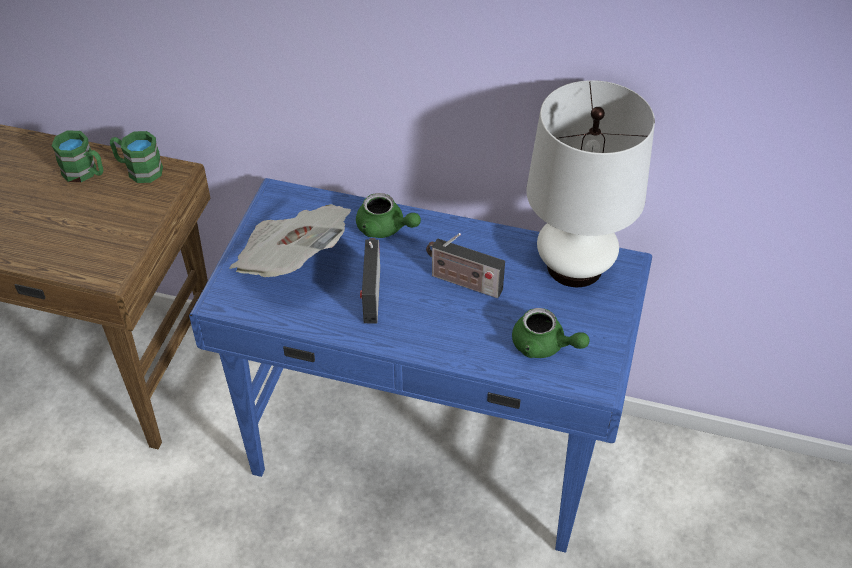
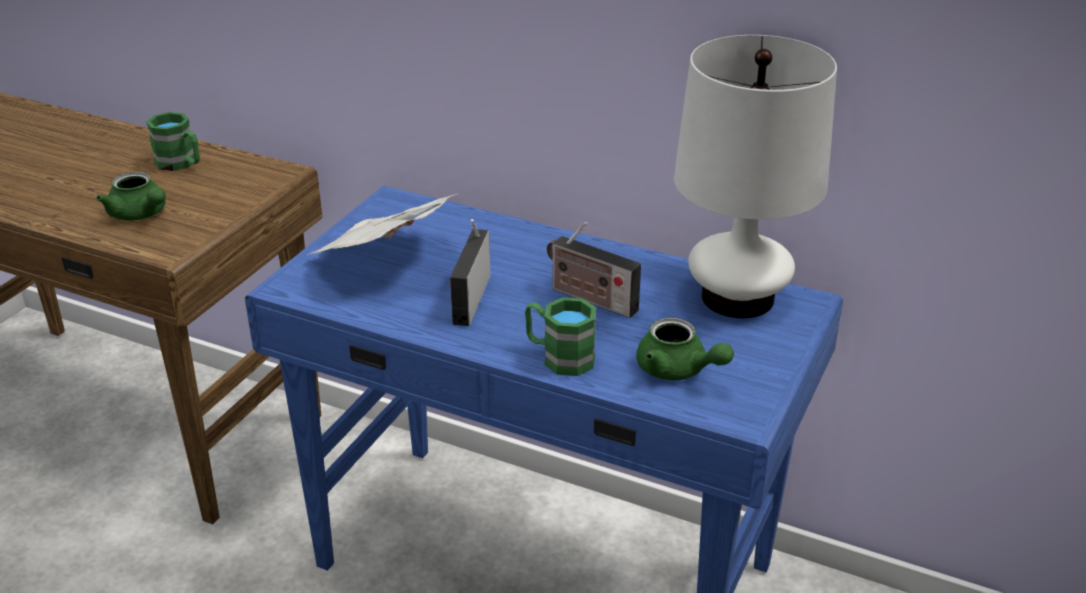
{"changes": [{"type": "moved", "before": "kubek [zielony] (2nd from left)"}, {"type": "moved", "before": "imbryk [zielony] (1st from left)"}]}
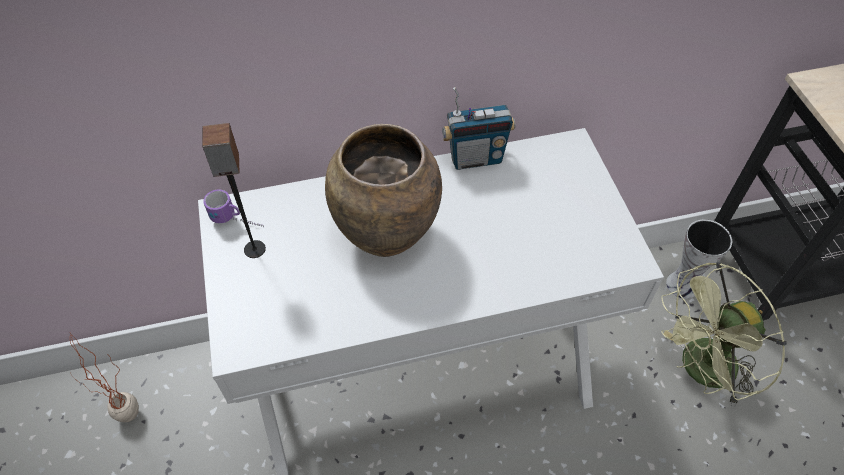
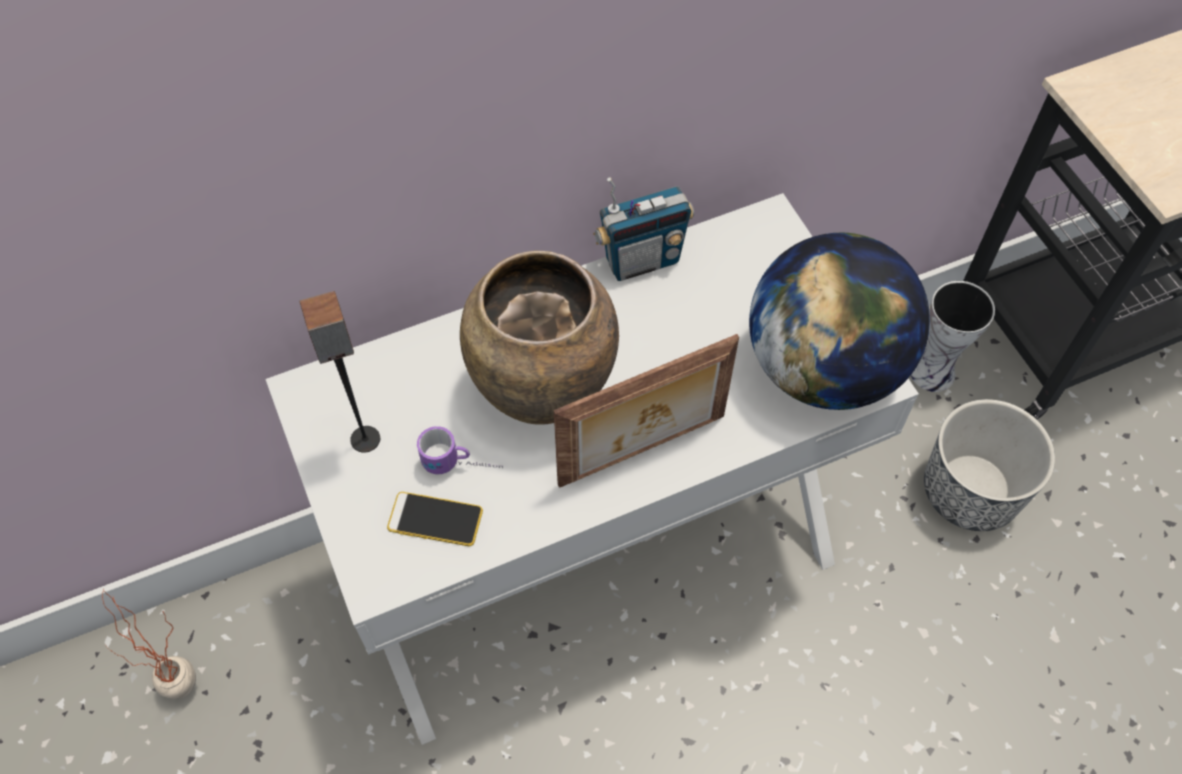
{"changes": [{"type": "moved", "before": "kubek"}, {"type": "replaced", "before": "wentylator [zielony]", "after": "donica"}, {"type": "added", "after": "globus"}, {"type": "added", "after": "ramka na zdjęcie"}, {"type": "added", "after": "telefon"}]}
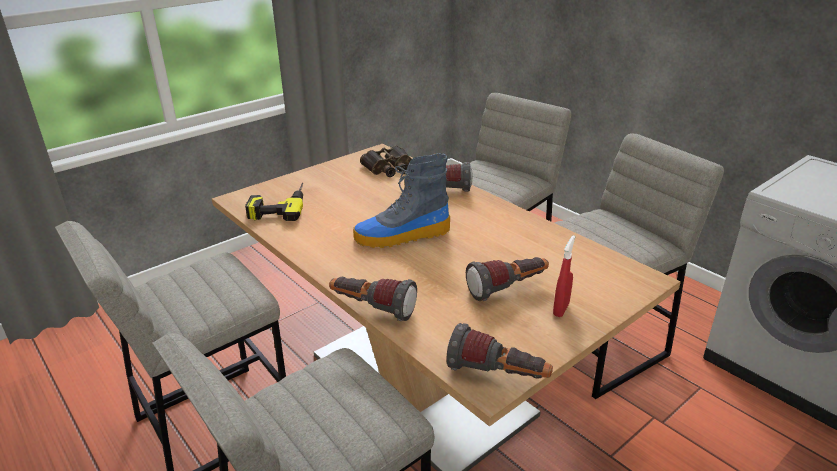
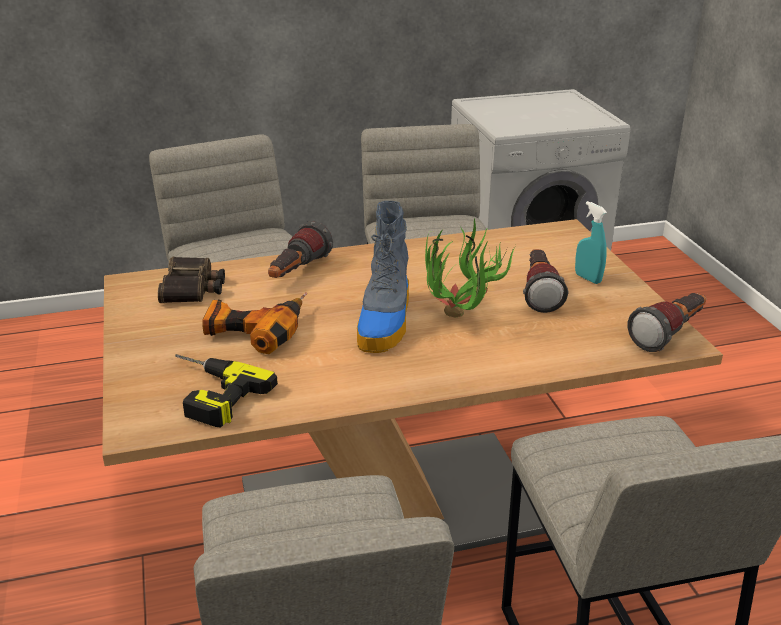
{"changes": [{"type": "recoloured", "before": "spryskiwacz [czerwony]", "after": "spryskiwacz [turkusowy]"}, {"type": "removed", "before": "latarka (1st from left)"}, {"type": "added", "after": "roślina doniczkowa"}, {"type": "added", "after": "wiertarka (2nd from left)"}]}
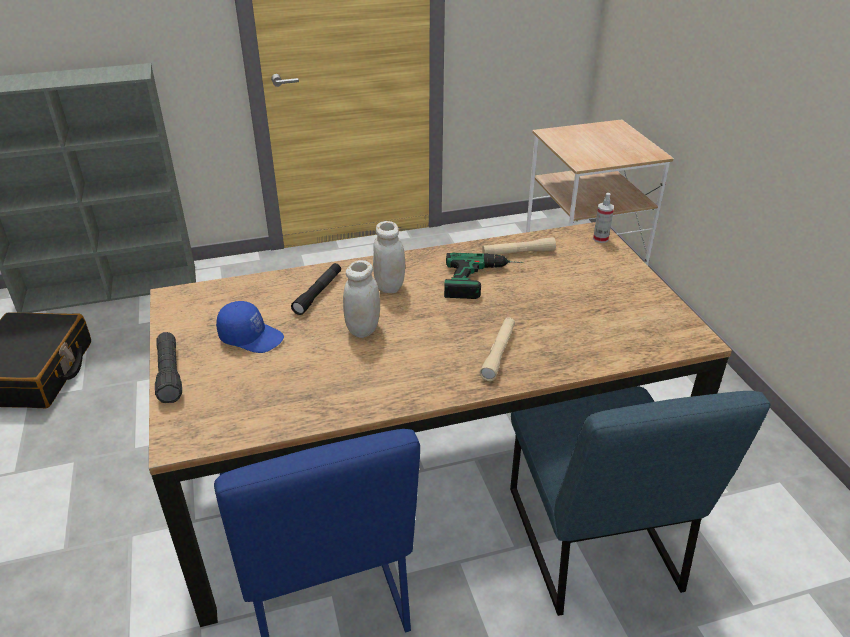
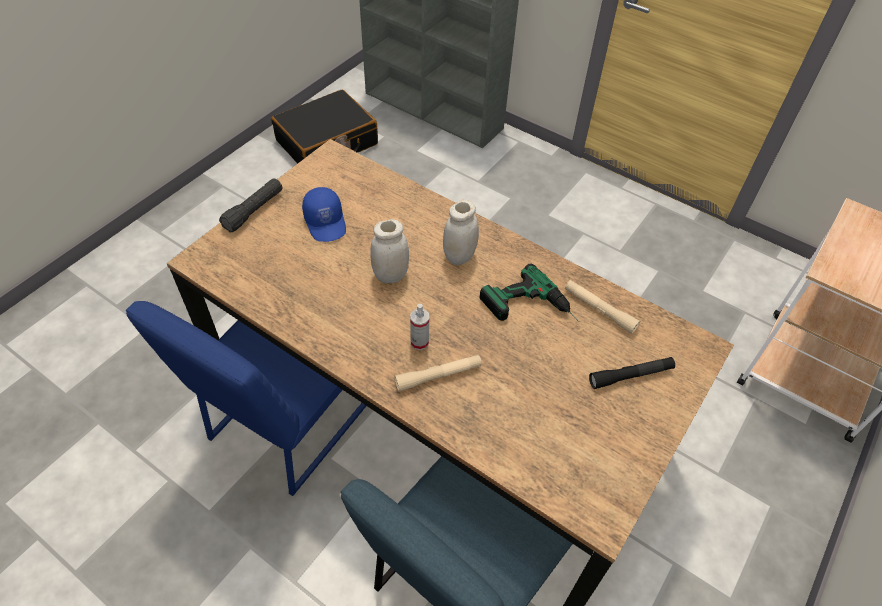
{"changes": [{"type": "moved", "before": "spryskiwacz"}, {"type": "moved", "before": "latarka [czarny] (2nd from left)"}]}
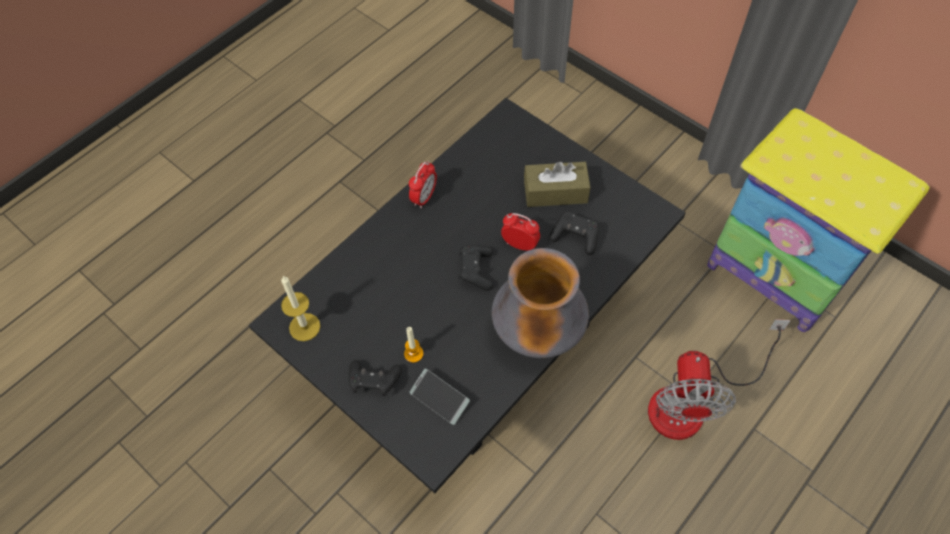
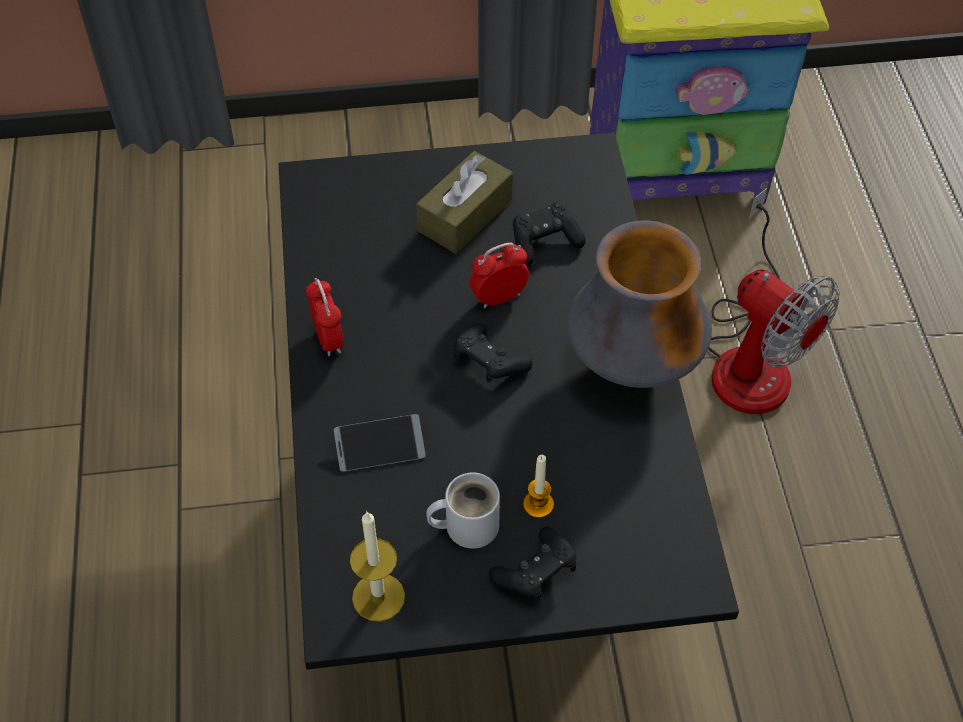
{"changes": [{"type": "moved", "before": "telefon"}, {"type": "added", "after": "kubek [biały]"}]}
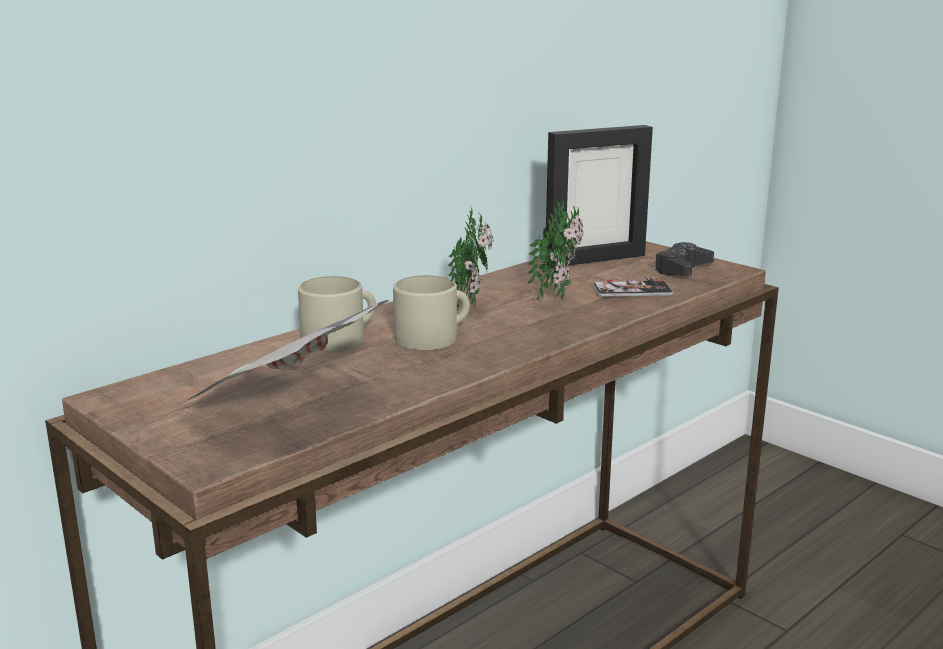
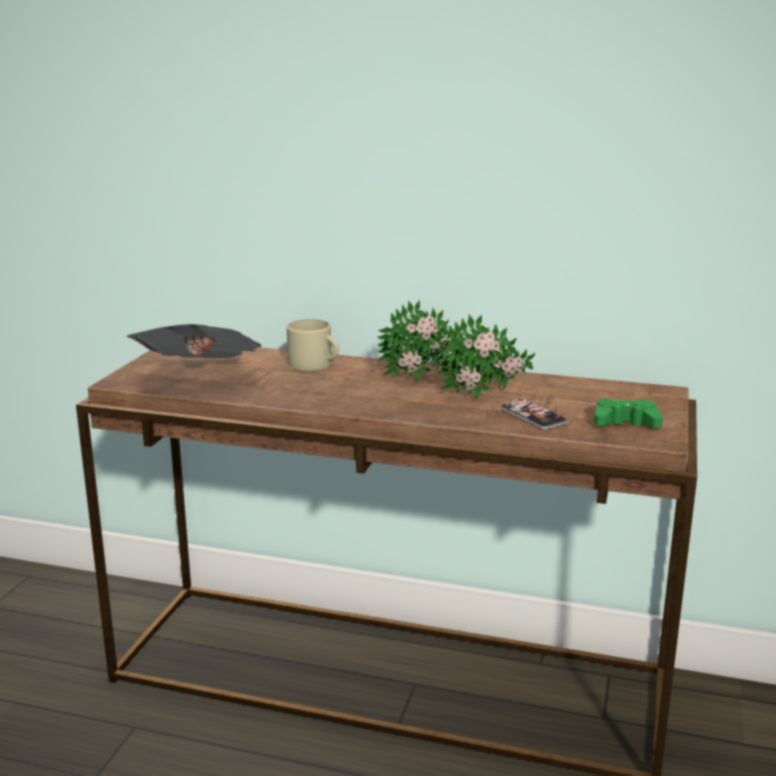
{"changes": [{"type": "removed", "before": "ramka na zdjęcie"}, {"type": "recoloured", "before": "pad do gier [czarny]", "after": "pad do gier [zielony]"}, {"type": "removed", "before": "kubek [beżowy] (2nd from left)"}]}
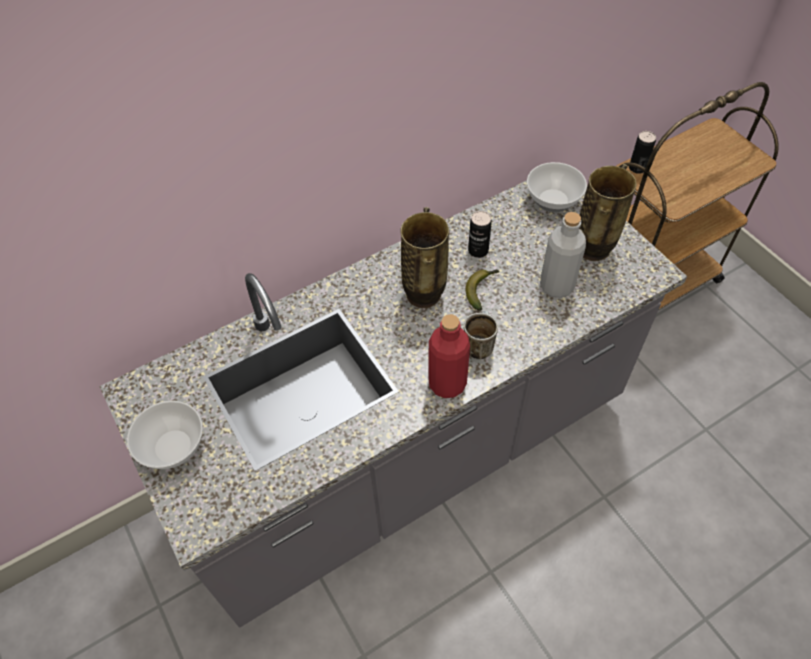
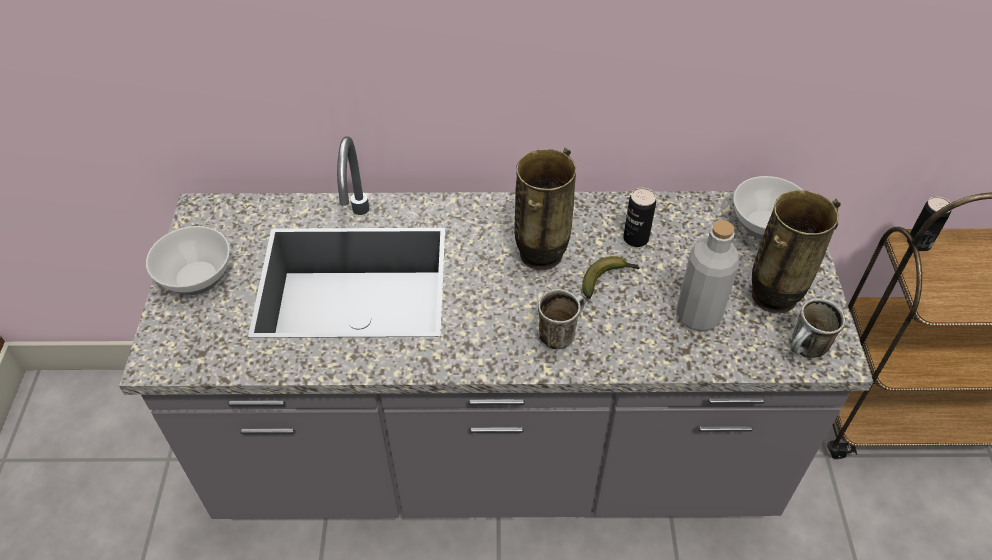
{"changes": [{"type": "removed", "before": "butelka [czerwony]"}, {"type": "added", "after": "kubek (2nd from left)"}]}
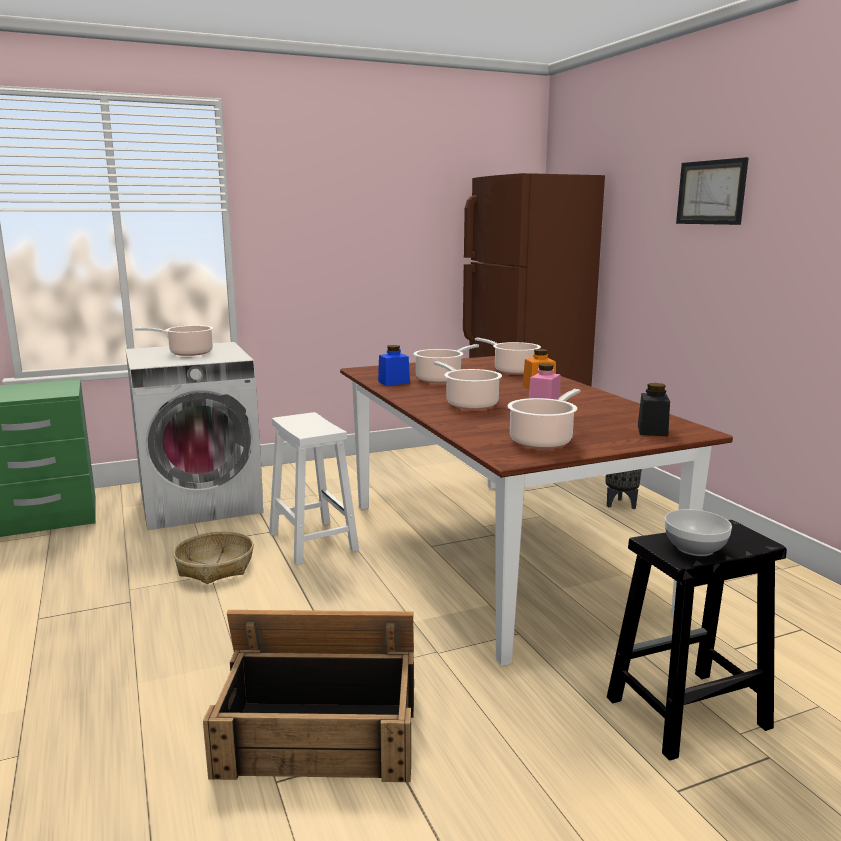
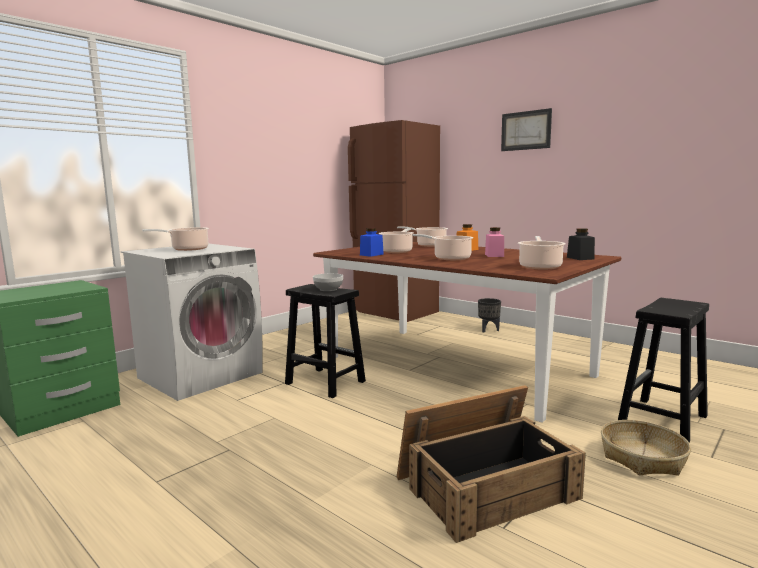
{"changes": [{"type": "recoloured", "before": "stołek [biały]", "after": "stołek [czarny] (1st from left)"}, {"type": "moved", "before": "miska"}, {"type": "moved", "before": "koszyk"}]}
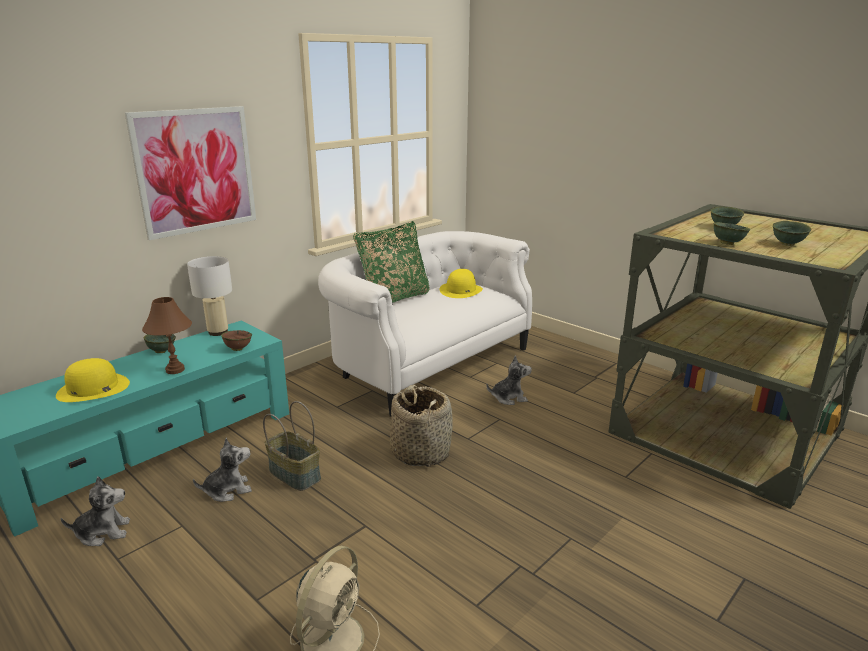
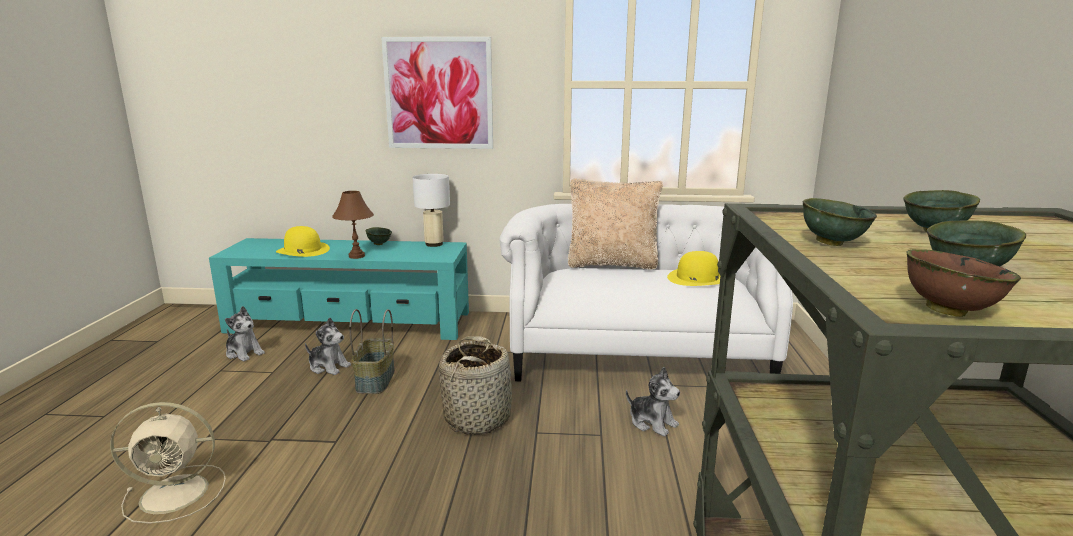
{"changes": [{"type": "recoloured", "before": "poduszka [zielony]", "after": "poduszka [beżowy]"}, {"type": "moved", "before": "miska [brązowy]"}]}
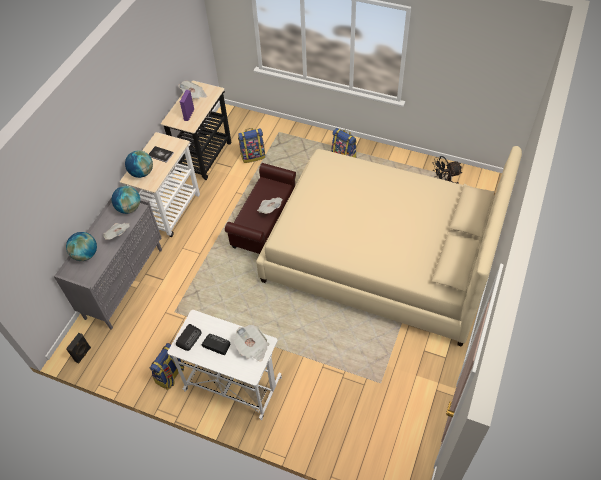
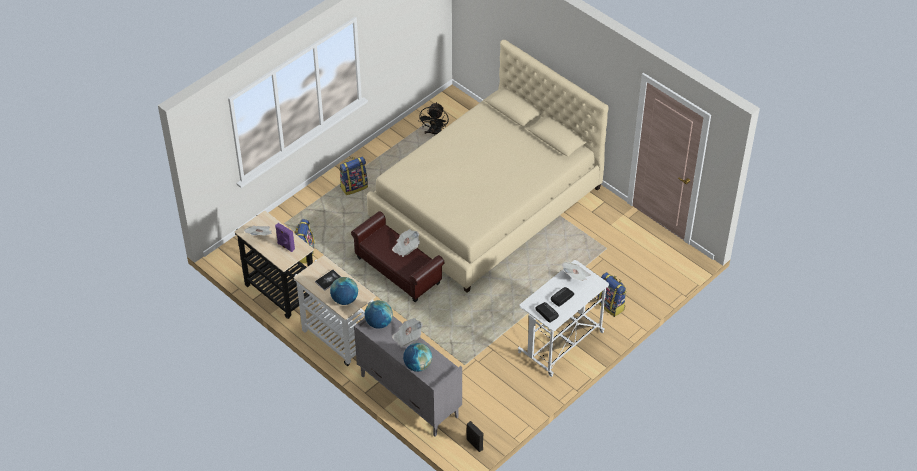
{"changes": [{"type": "moved", "before": "plecak (1st from left in the first image)", "after": "plecak (3rd from left)"}]}
